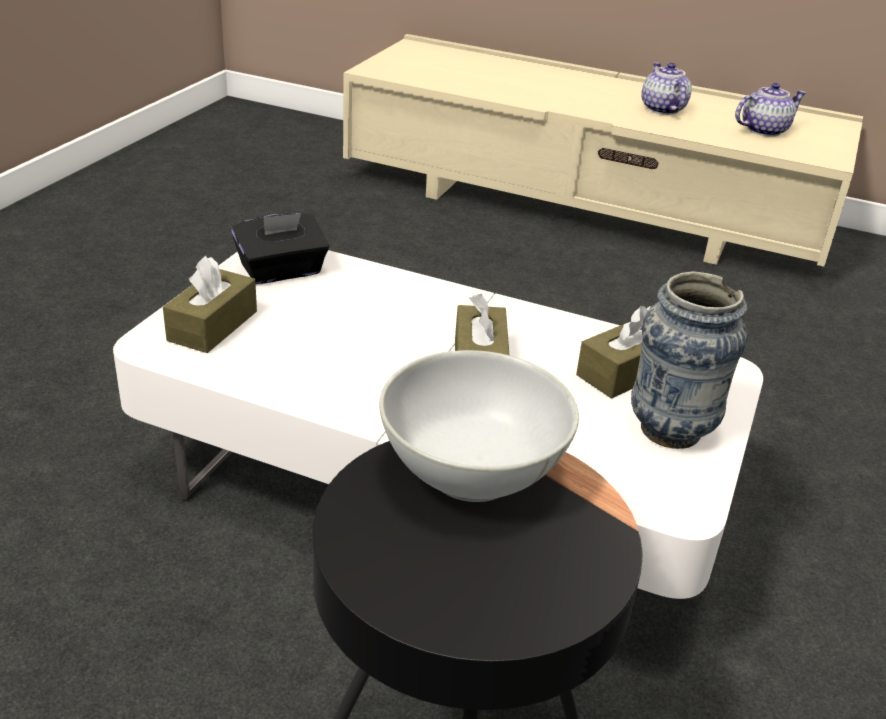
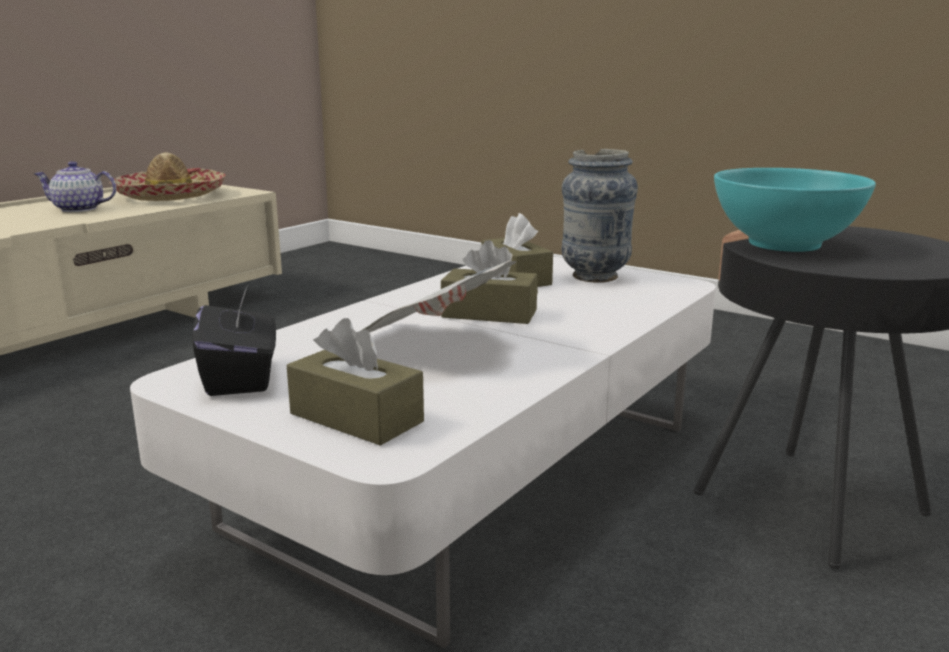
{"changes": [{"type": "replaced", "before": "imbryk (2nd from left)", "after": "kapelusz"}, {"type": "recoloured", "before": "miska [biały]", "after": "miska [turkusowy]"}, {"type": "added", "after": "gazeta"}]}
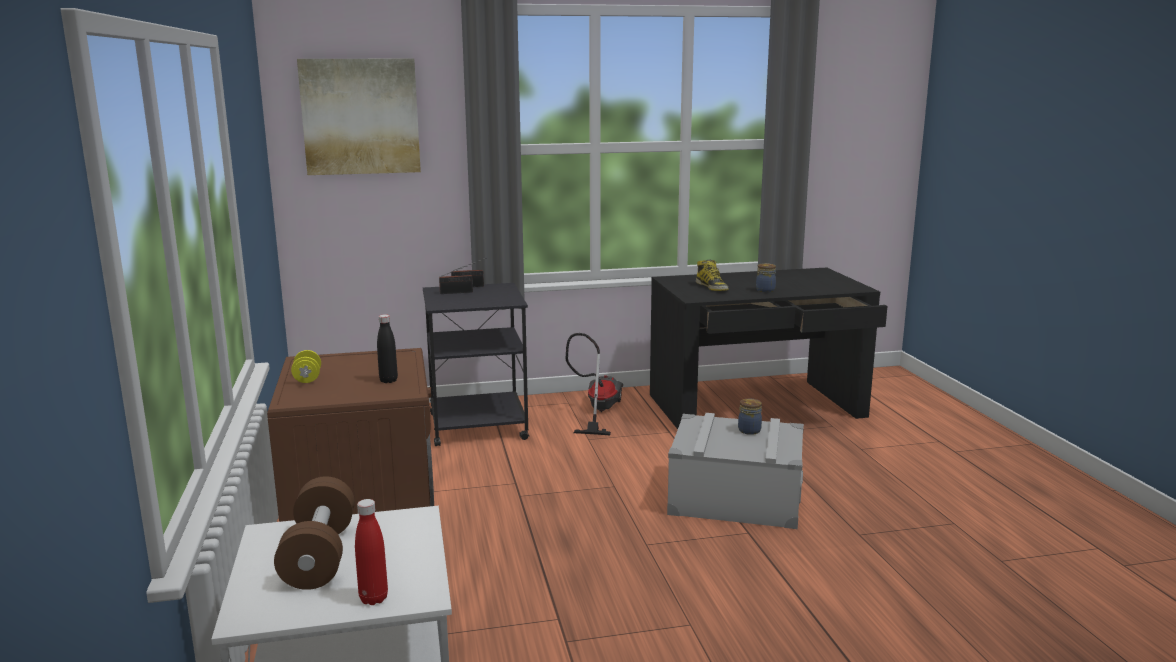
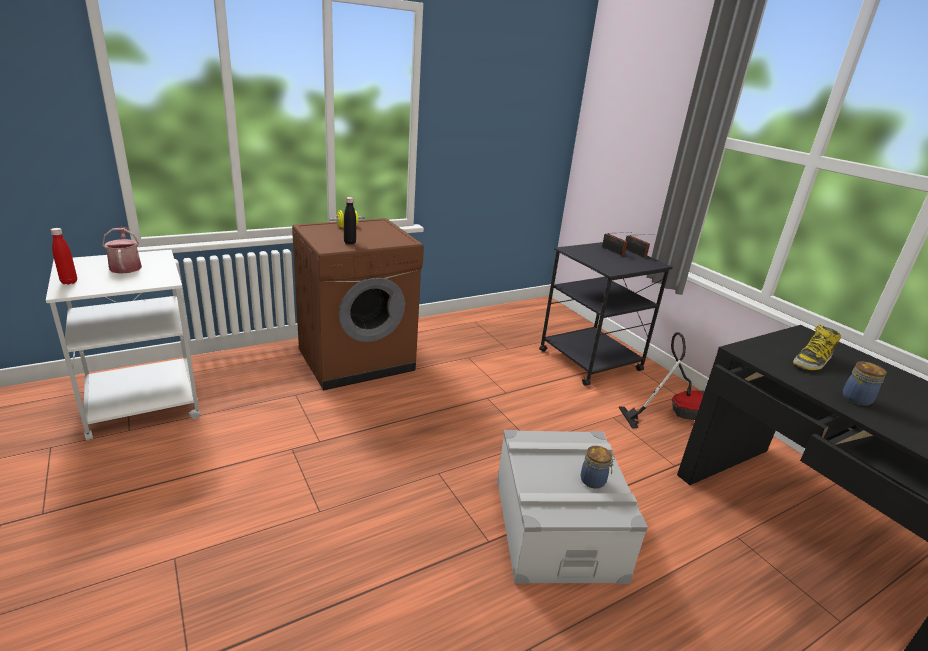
{"changes": [{"type": "removed", "before": "obraz"}, {"type": "replaced", "before": "hantel [brązowy]", "after": "konewka"}]}
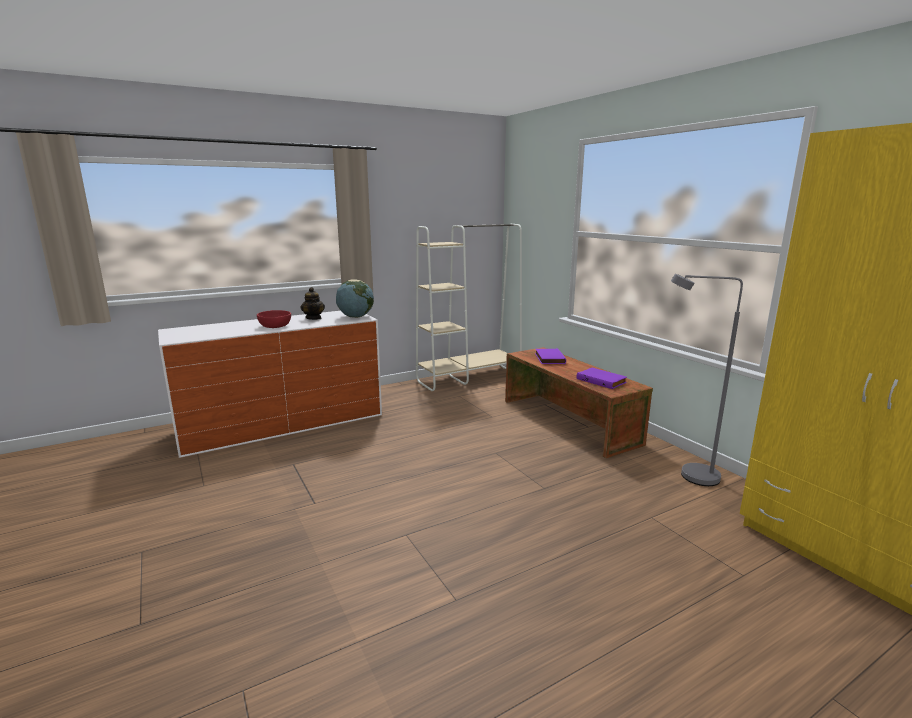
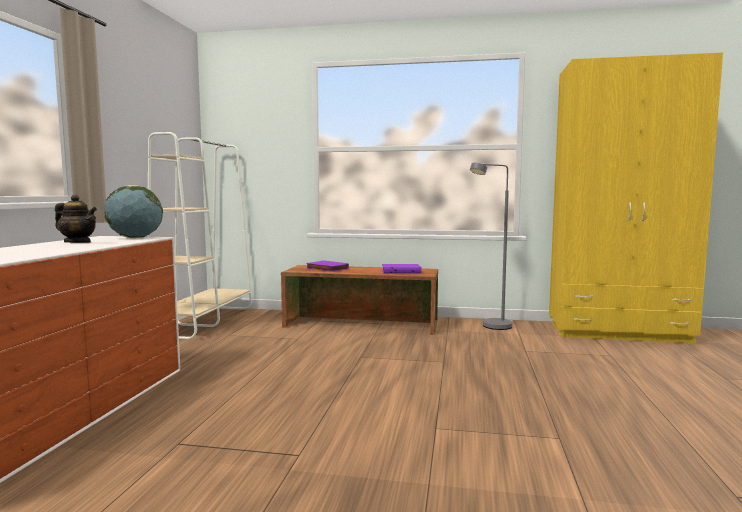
{"changes": [{"type": "removed", "before": "miska [czerwony]"}]}
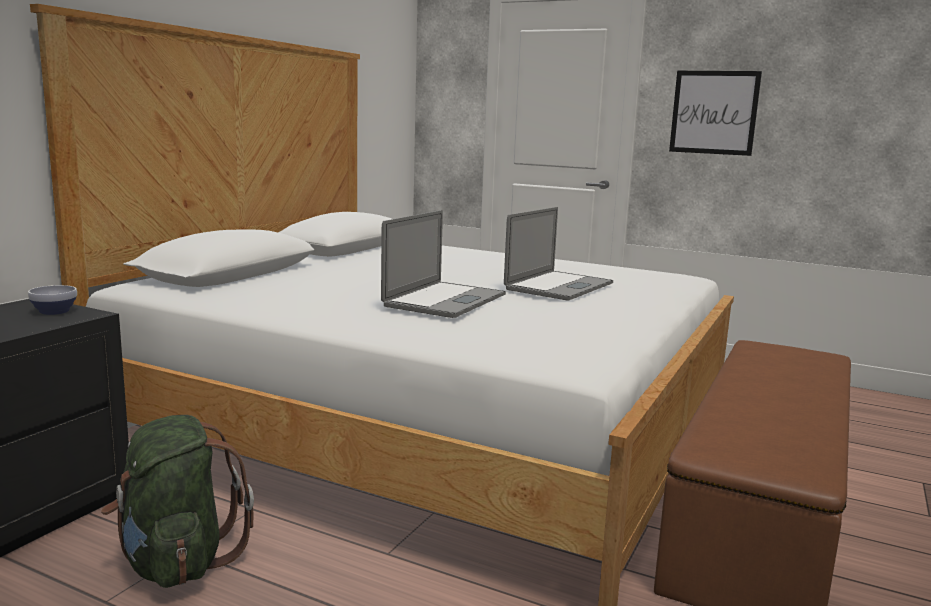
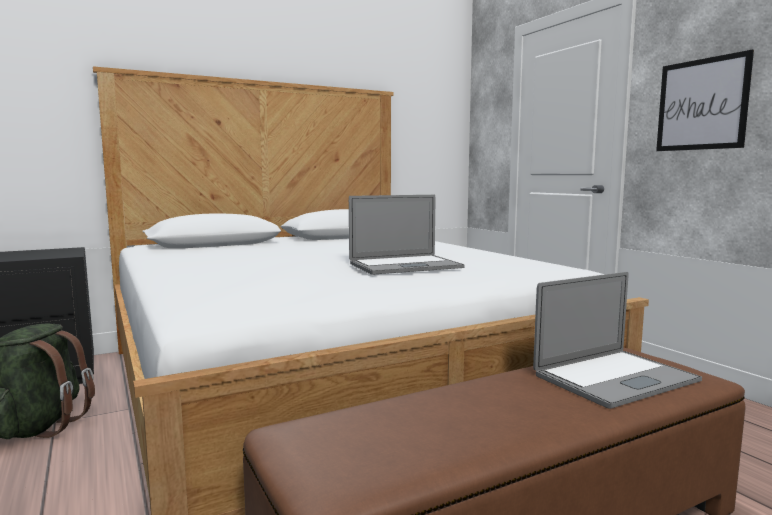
{"changes": [{"type": "moved", "before": "laptop (1st from left in the first image)", "after": "laptop (2nd from left)"}, {"type": "removed", "before": "miska"}]}
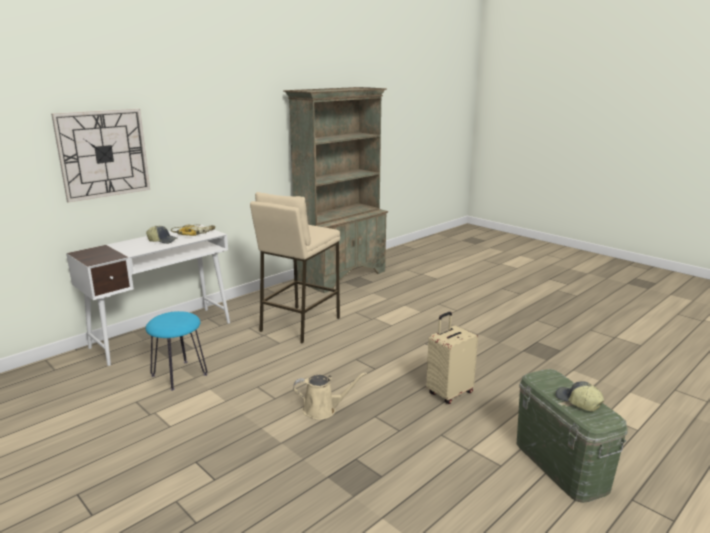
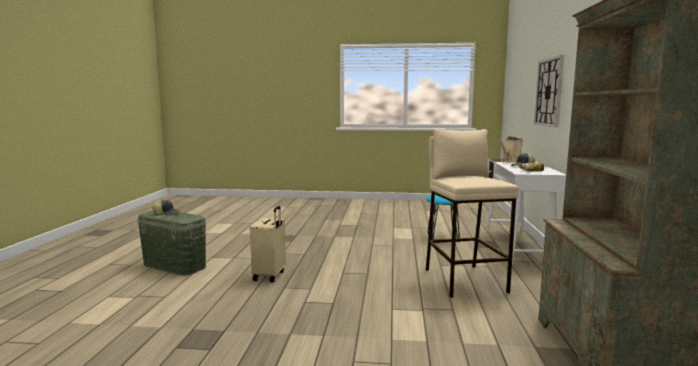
{"changes": [{"type": "moved", "before": "konewka [beżowy]"}]}
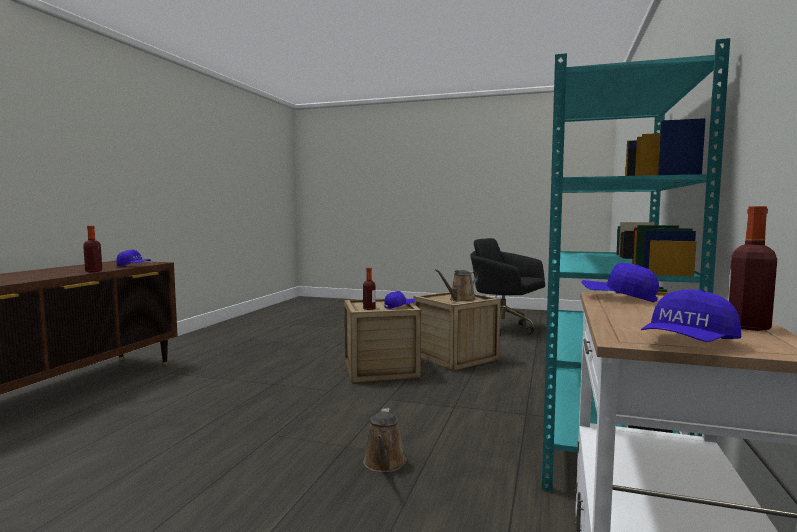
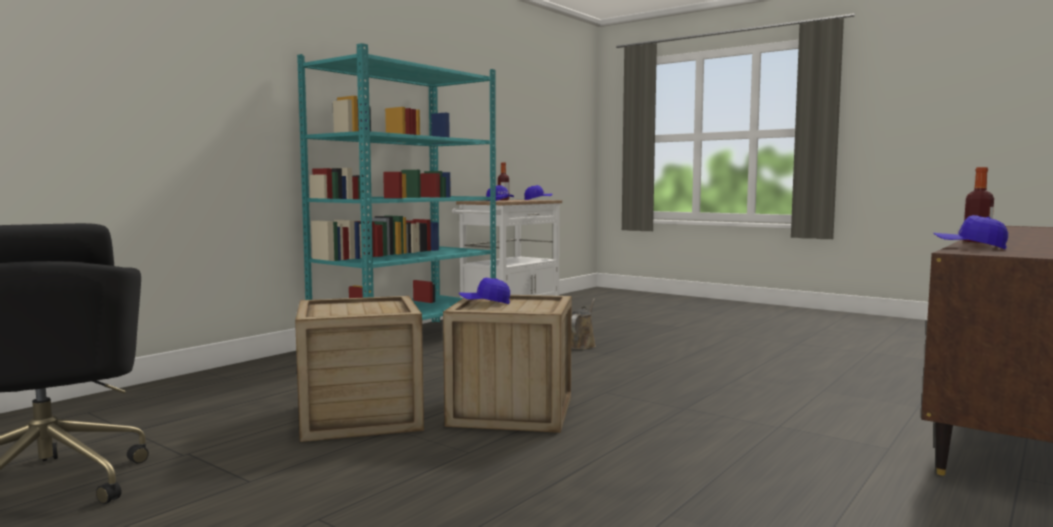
{"changes": [{"type": "removed", "before": "butelka (2nd from left)"}, {"type": "removed", "before": "konewka [brązowy] (2nd from left)"}]}
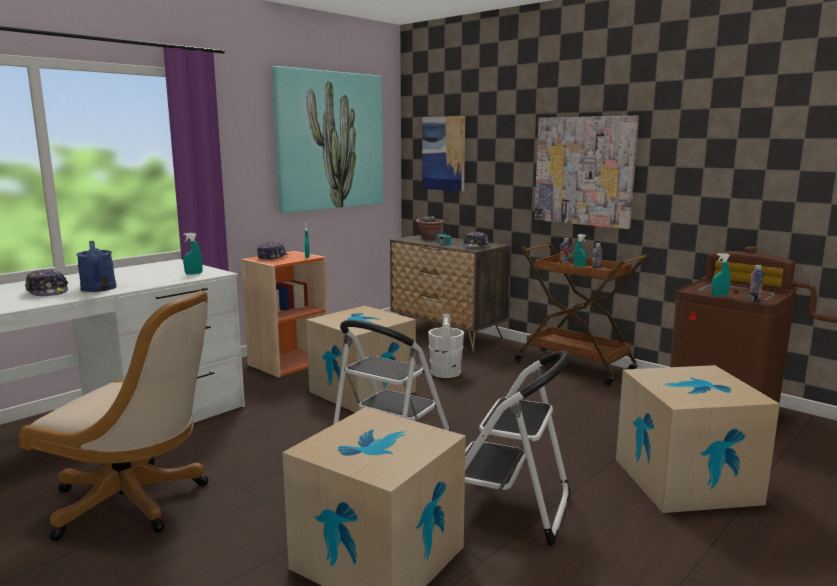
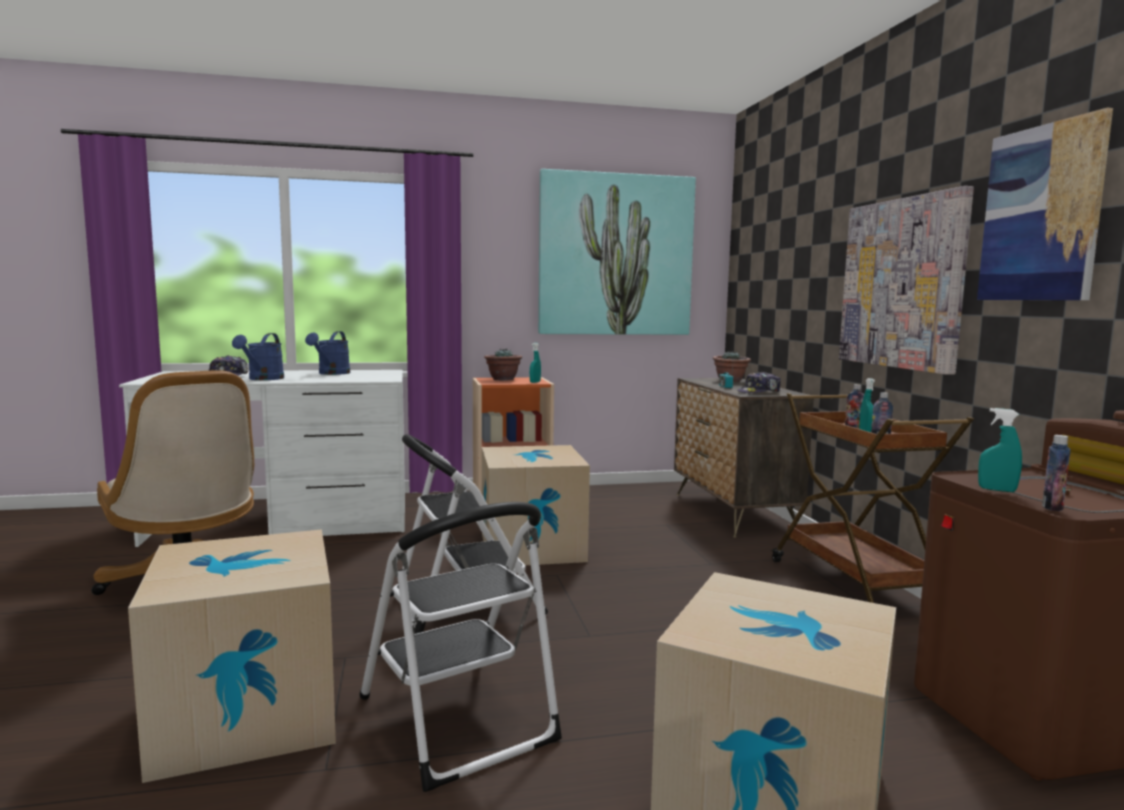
{"changes": [{"type": "moved", "before": "obraz (2nd from left in the first image)", "after": "obraz (3rd from left)"}, {"type": "removed", "before": "spryskiwacz [turkusowy] (1st from left)"}, {"type": "replaced", "before": "czapka z daszkiem (2nd from left)", "after": "roślina doniczkowa (1st from left)"}, {"type": "removed", "before": "wiadro [biały]"}, {"type": "added", "after": "konewka [niebieski] (2nd from left)"}]}
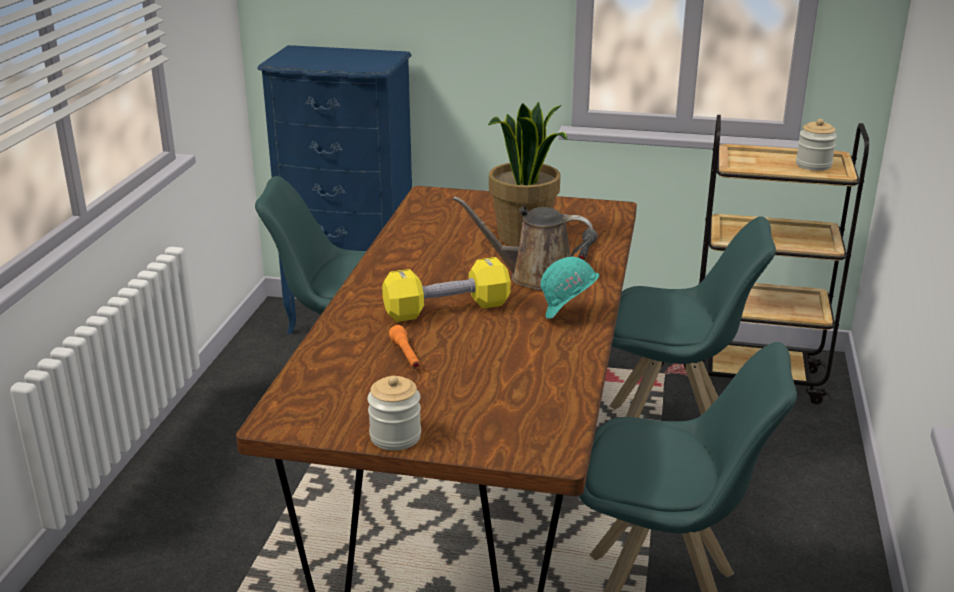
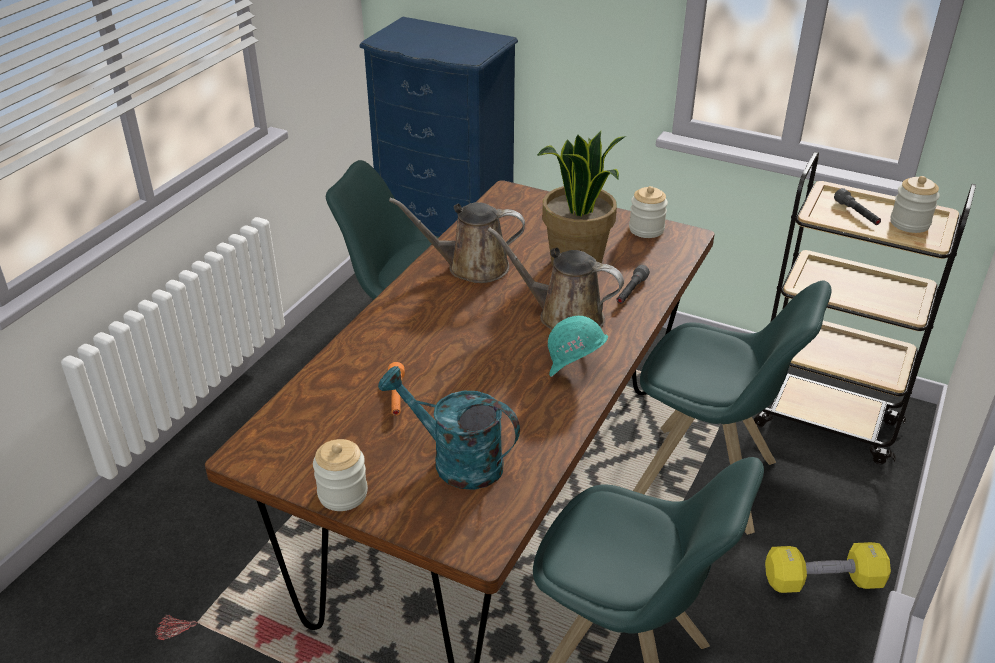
{"changes": [{"type": "moved", "before": "hantel [żółty]"}, {"type": "added", "after": "słoik (2nd from left)"}, {"type": "added", "after": "latarka [szary] (2nd from left)"}, {"type": "added", "after": "konewka [brązowy] (1st from left)"}, {"type": "added", "after": "konewka [turkusowy]"}]}
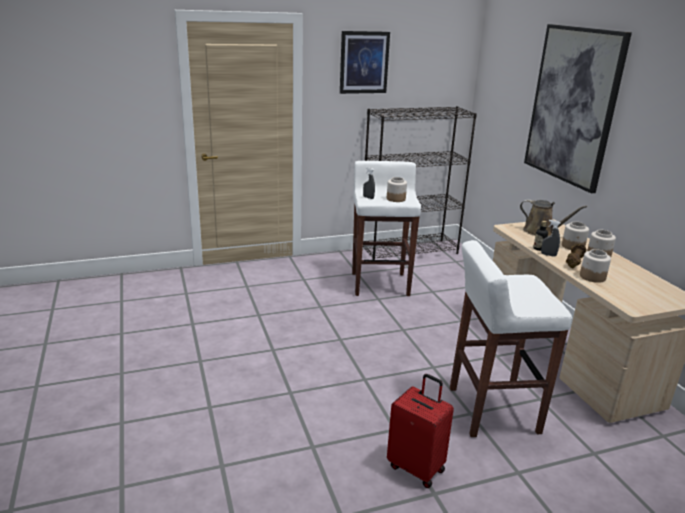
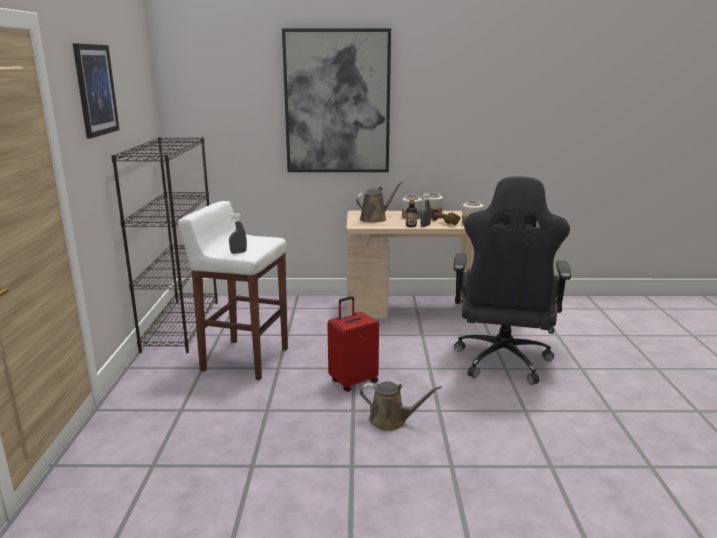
{"changes": [{"type": "removed", "before": "słoik (1st from left)"}, {"type": "replaced", "before": "stołek [biały] (2nd from left)", "after": "krzesło biurowe [czarny]"}, {"type": "moved", "before": "walizka [czerwony]"}, {"type": "added", "after": "konewka [brązowy] (2nd from left)"}]}
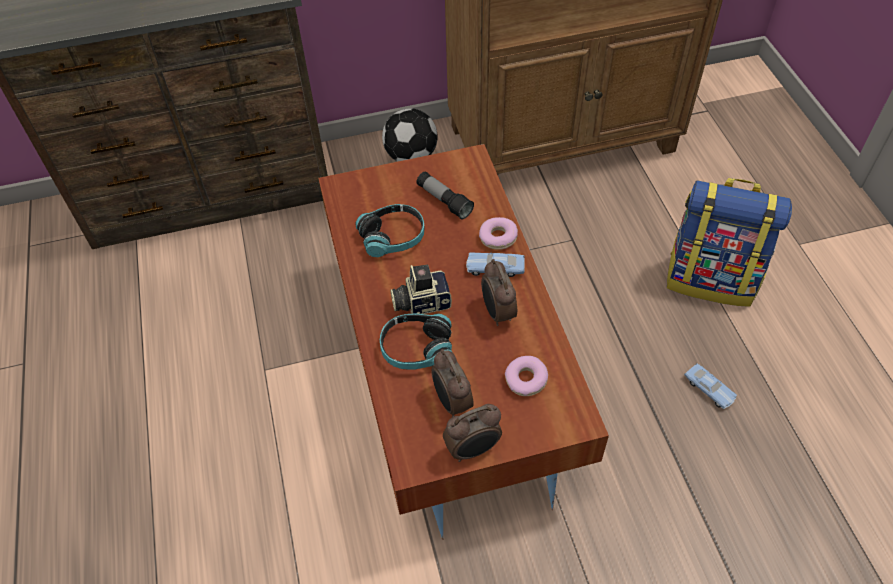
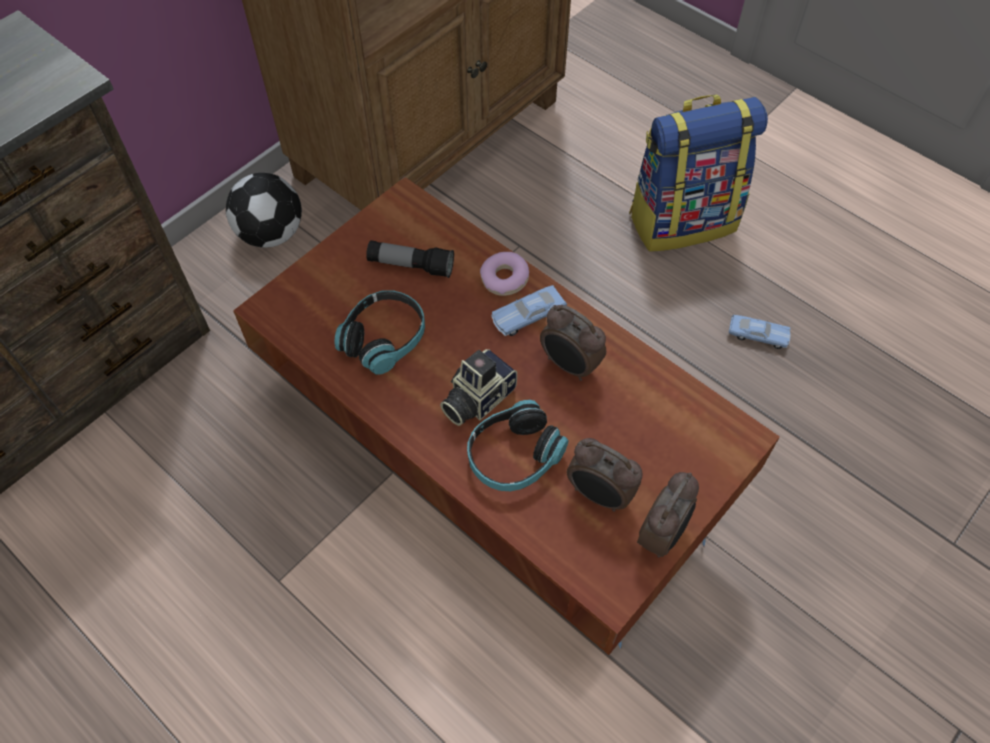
{"changes": [{"type": "removed", "before": "donut (2nd from left)"}]}
